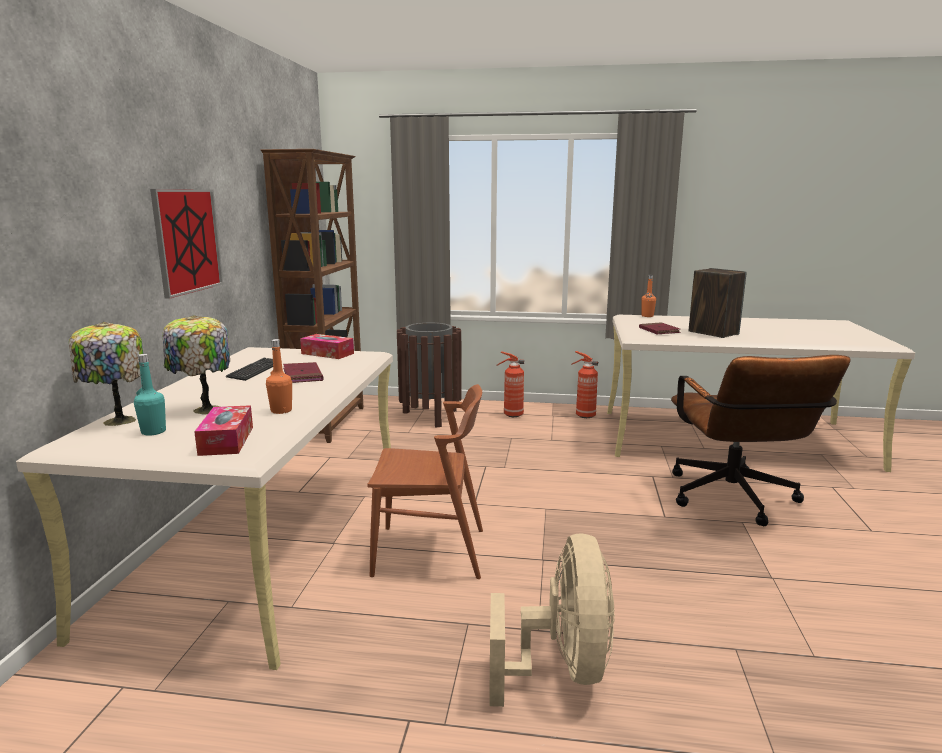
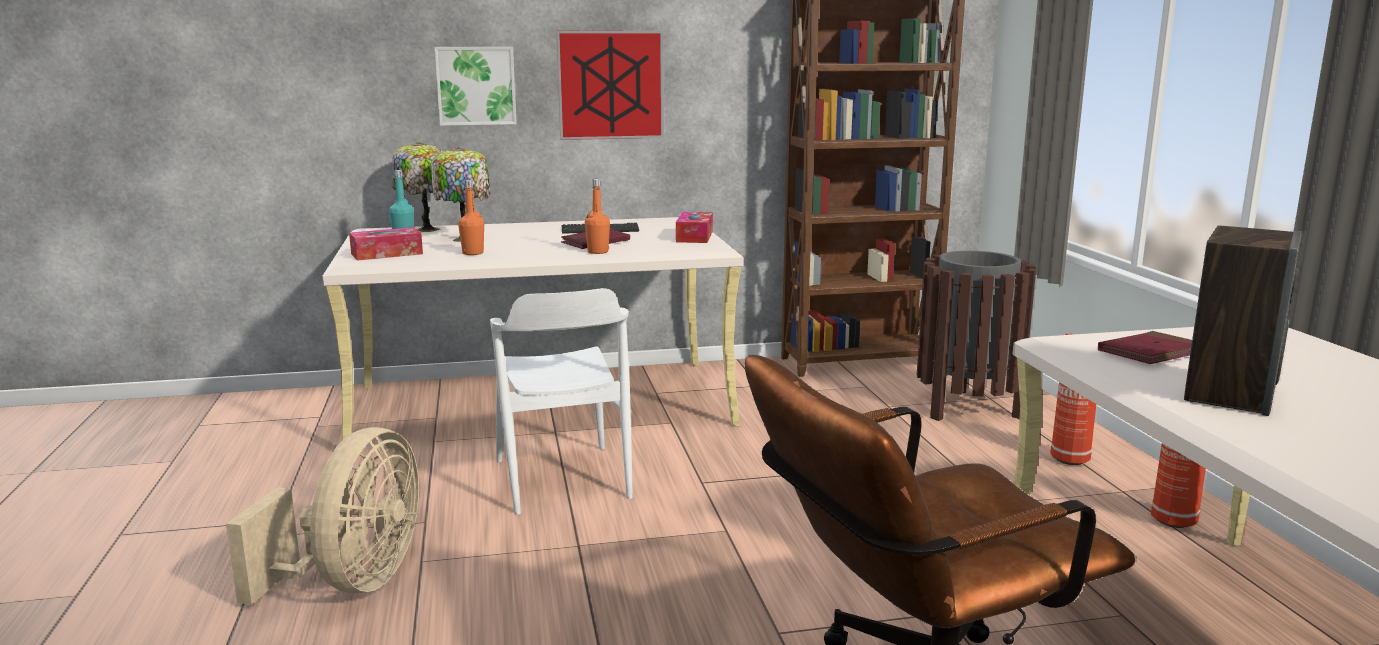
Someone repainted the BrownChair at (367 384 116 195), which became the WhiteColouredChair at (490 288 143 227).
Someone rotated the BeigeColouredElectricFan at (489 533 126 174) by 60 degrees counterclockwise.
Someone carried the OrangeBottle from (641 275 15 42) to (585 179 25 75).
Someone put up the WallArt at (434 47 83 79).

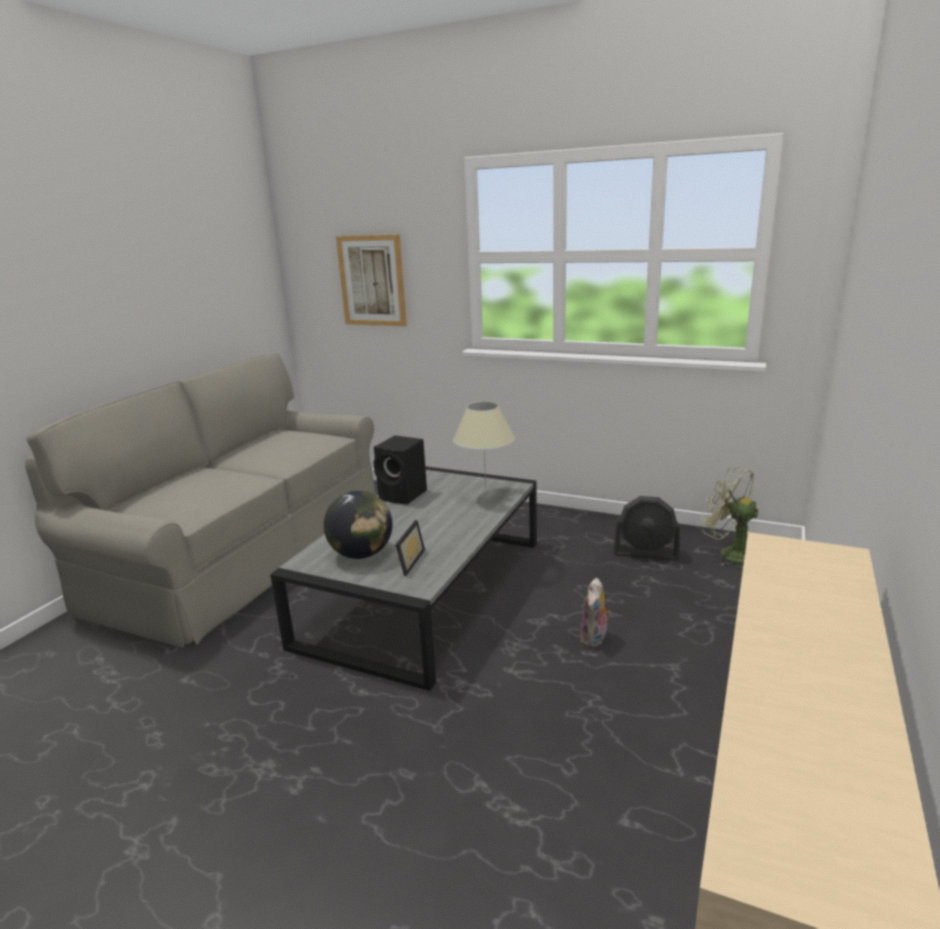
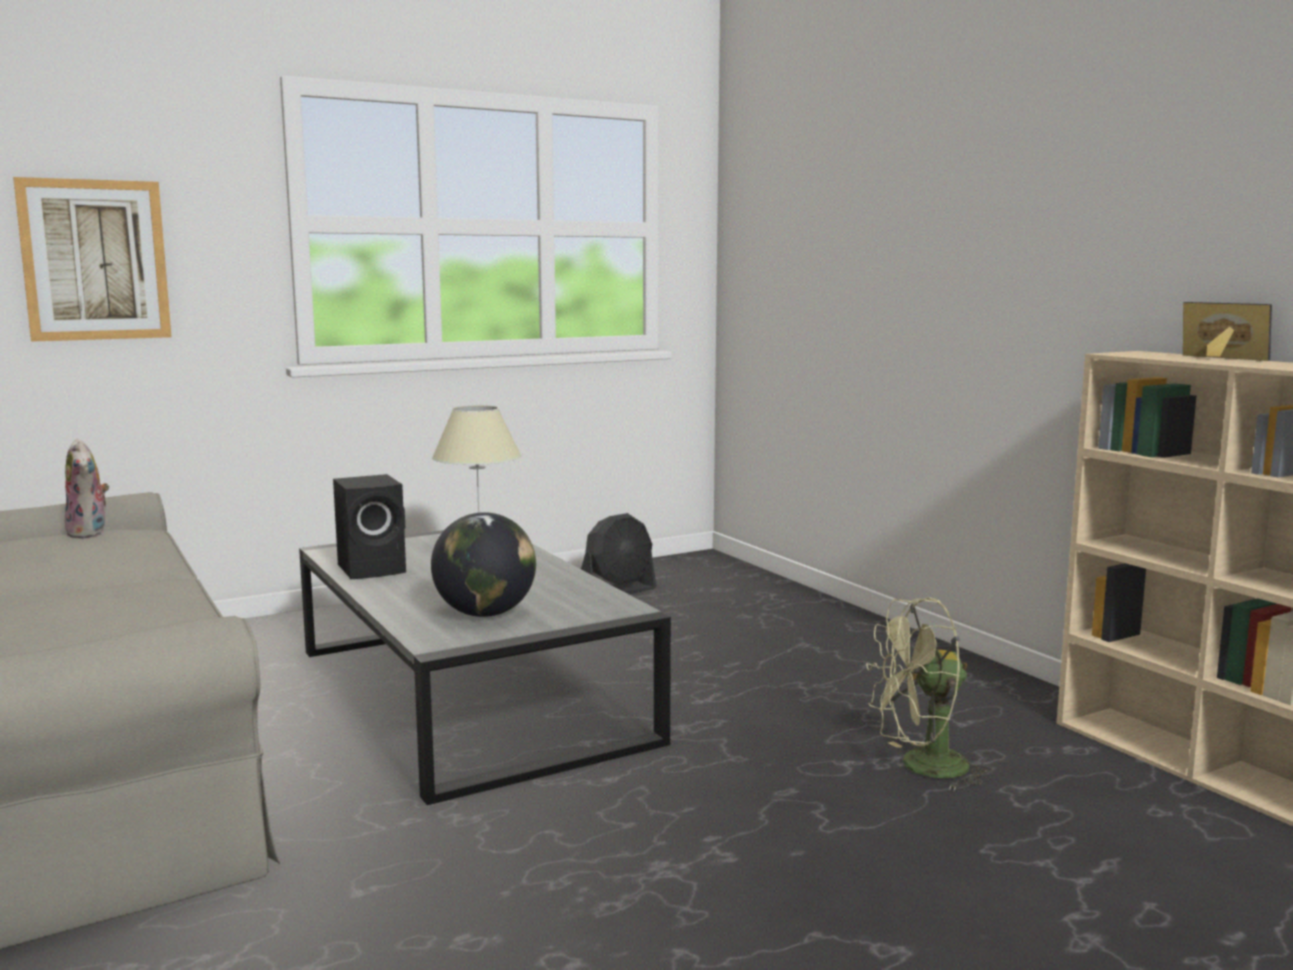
Someone carried the PictureFrame from (395 520 30 56) to (1183 302 89 59).
Someone carried the PlushToy from (580 578 32 69) to (65 439 44 100).
Someone carried the GreenElectricFan from (701 467 58 103) to (866 597 127 194).

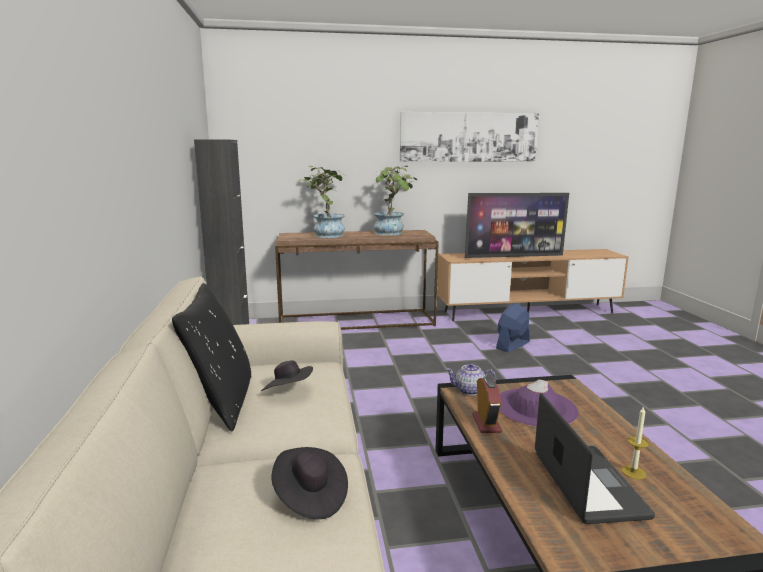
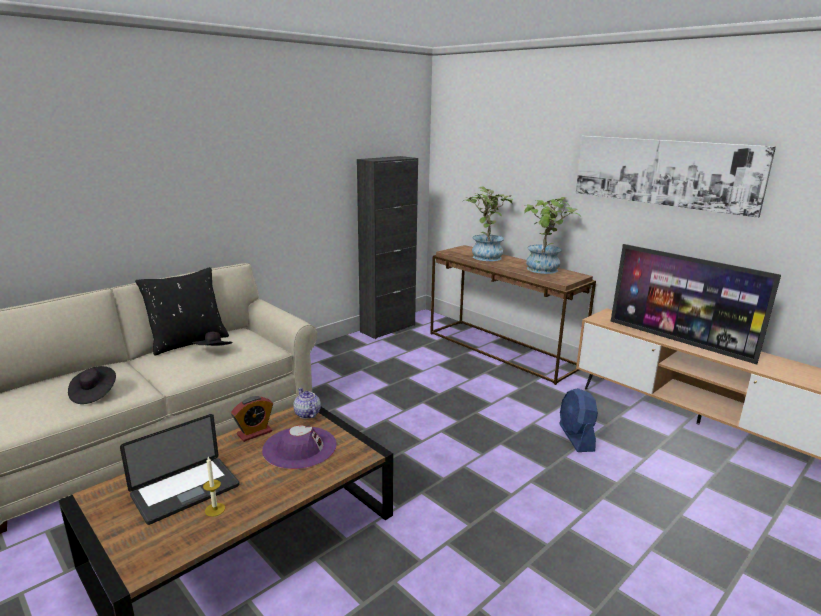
Someone rotated the BluishElectricFan at (496 303 34 49) by 105 degrees counterclockwise.

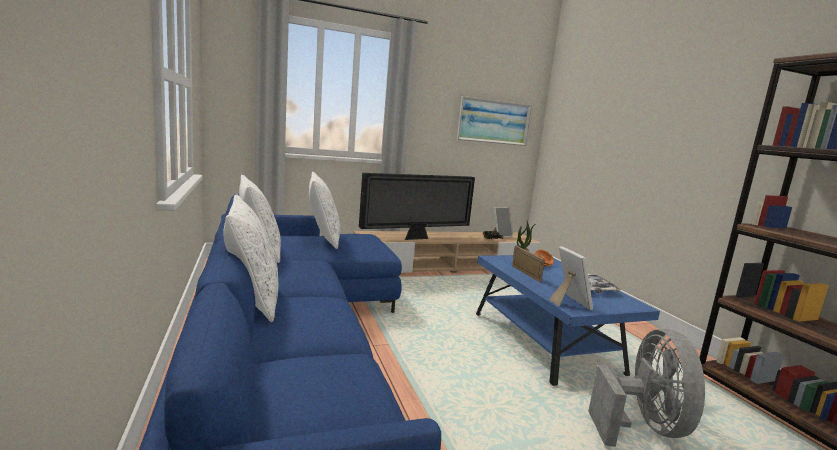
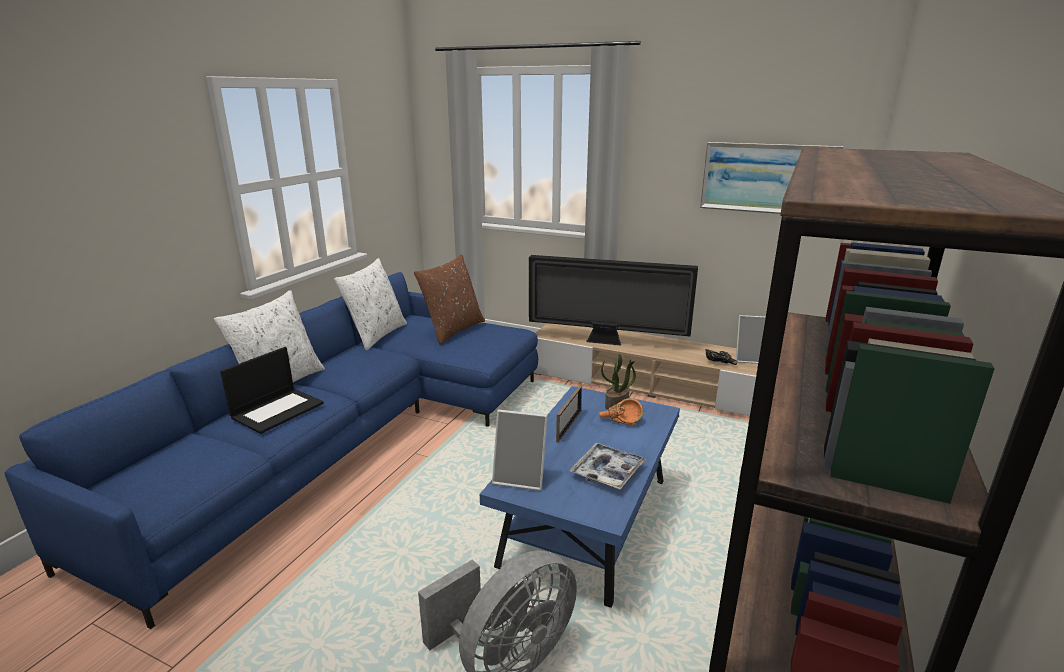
Someone repainted the WhiteColouredPillow at (309 172 31 77), which became the BrownPillow at (414 254 71 91).
Someone rotated the PictureFrame at (549 246 44 64) by 75 degrees clockwise.
Someone put down the PortableComputer at (220 347 104 87).

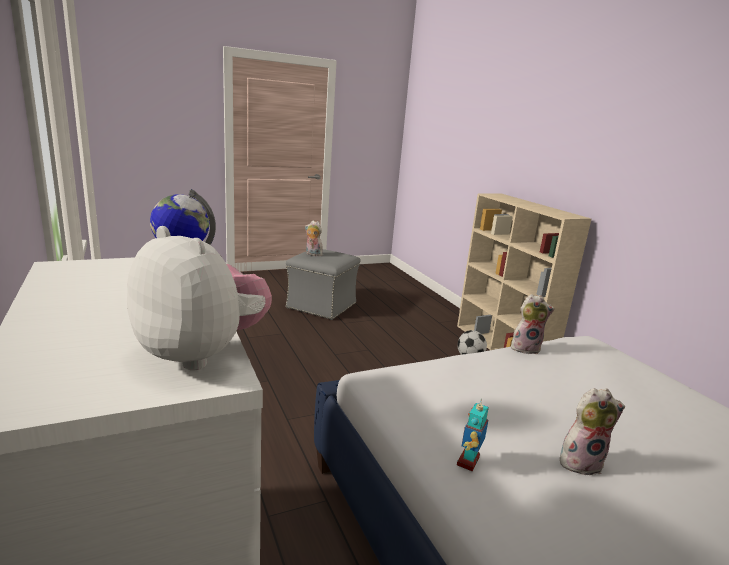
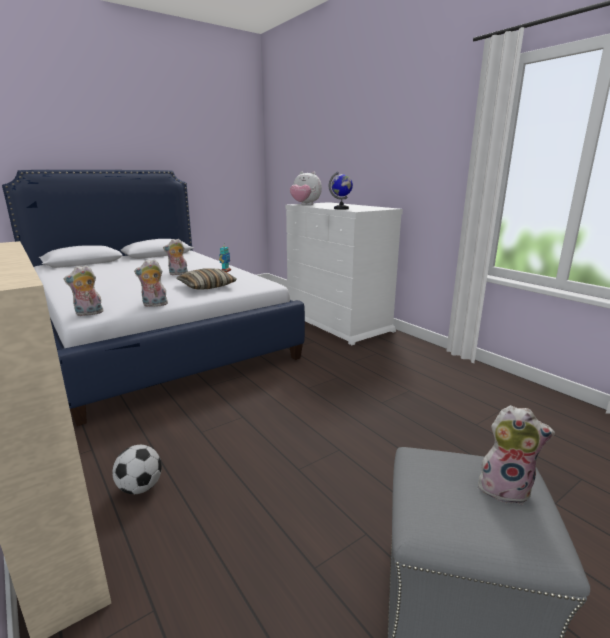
Someone put down the PlushToy at (64 265 39 51).
Someone put down the Pillow at (176 269 61 20).

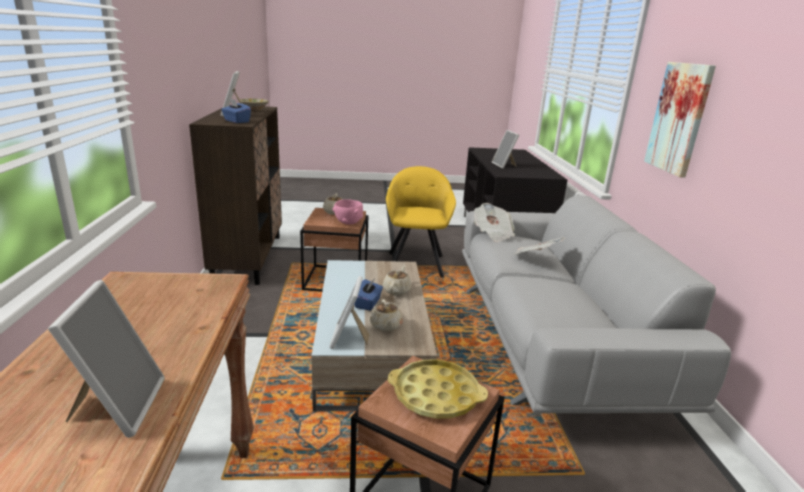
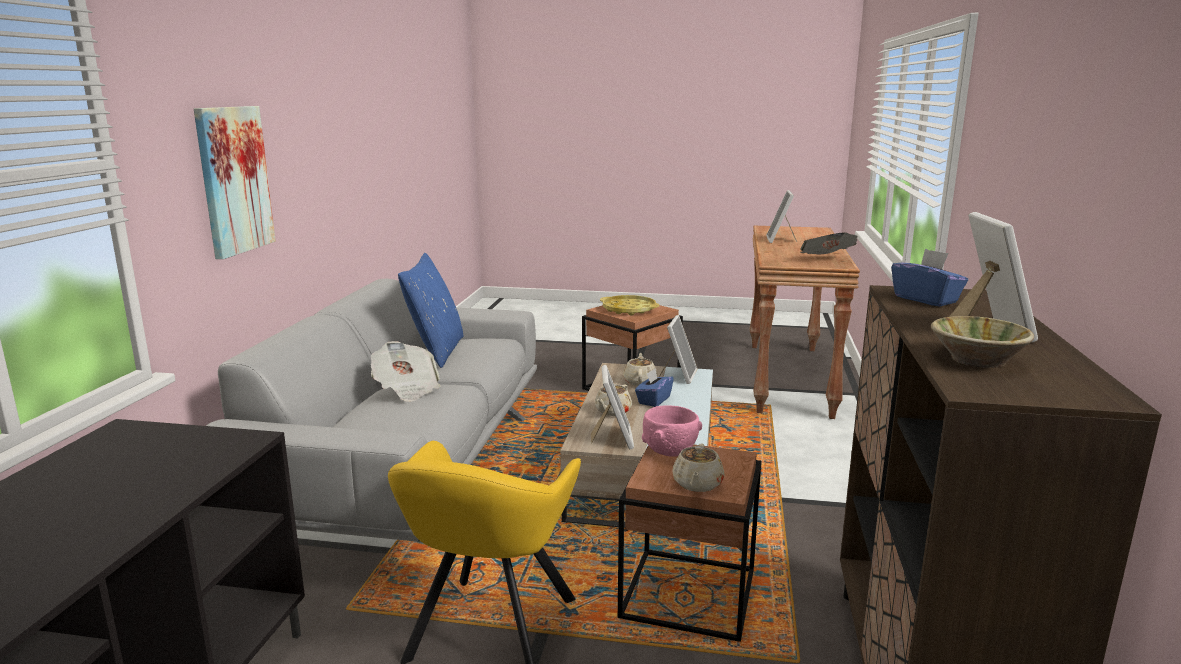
Someone carried the DailyPaper from (474 203 41 39) to (800 232 58 22).
Someone carried the PictureFrame from (492 130 27 39) to (591 365 43 84).
Someone put down the BluishPillow at (398 253 65 115).

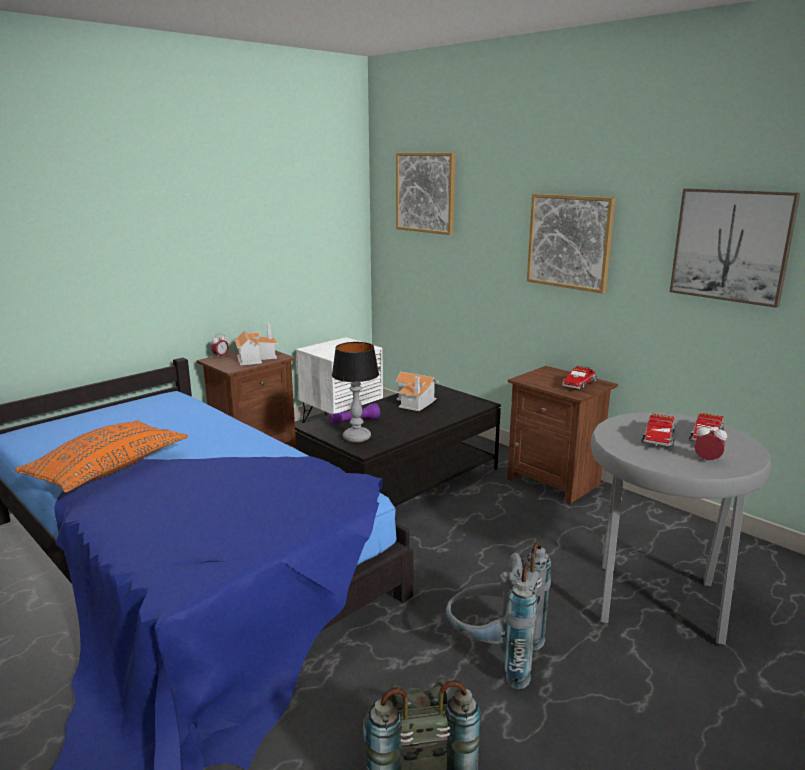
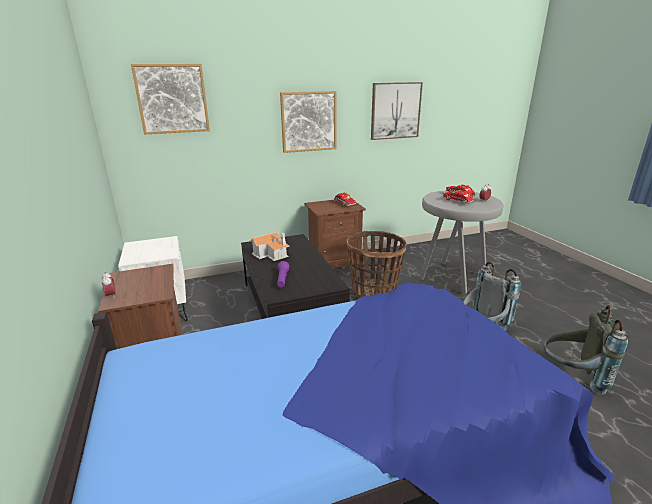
Someone took away the OrangePillow at (15 420 173 73).
Someone took away the MiniatureHouse at (234 323 44 42).
Someone took away the TableLamp at (332 342 47 100).
Someone put down the StorageBasket at (347 231 59 67).

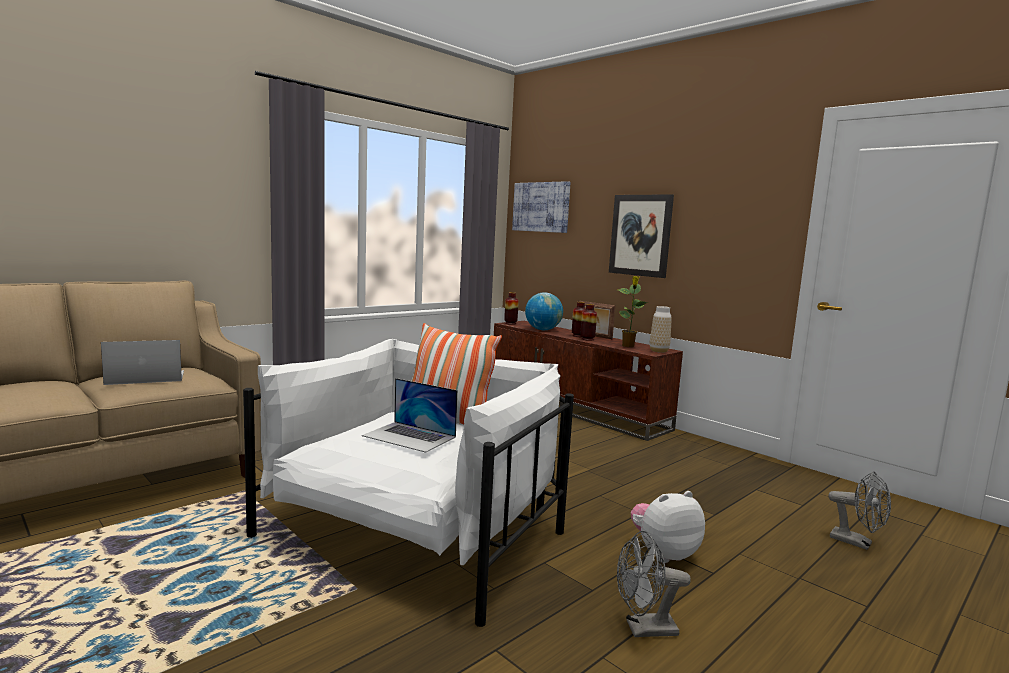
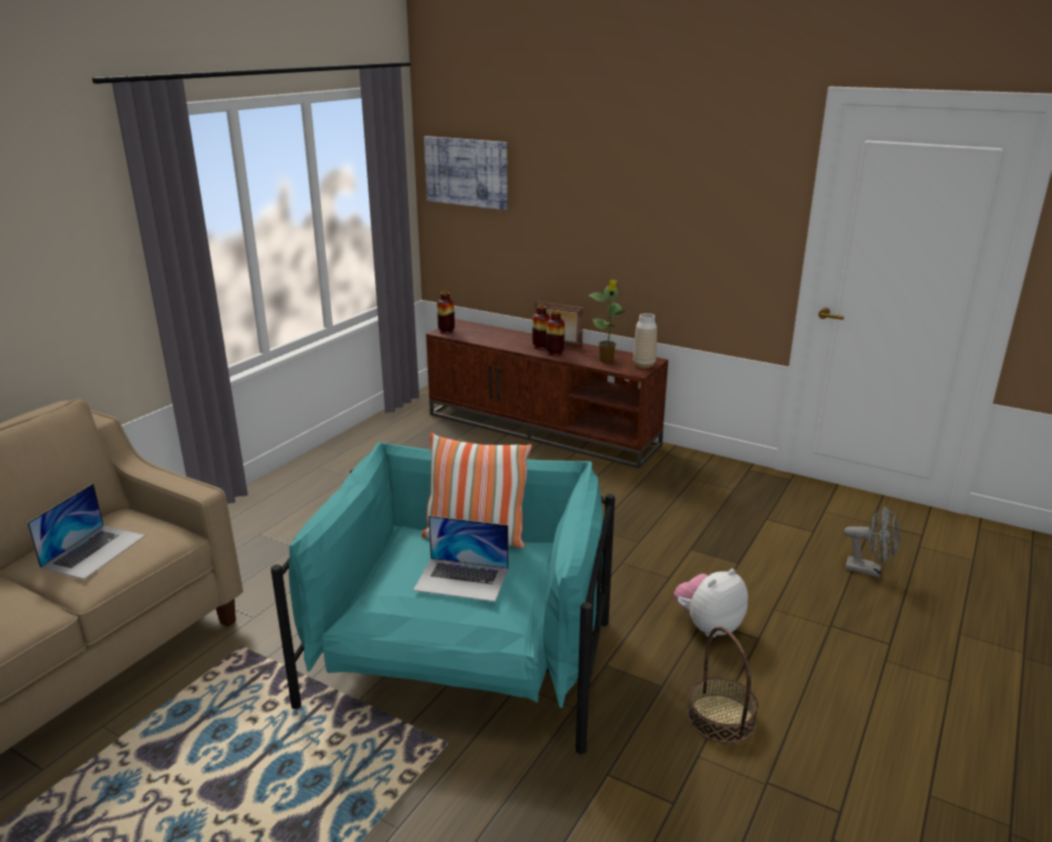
Someone rotated the PortableComputer at (101 340 83 45) by 150 degrees clockwise.
Someone repainted the WhiteColouredLoungeChair at (243 339 331 288), which became the BlueGreenLoungeChair at (271 442 344 312).
Someone took away the WorldGlobe at (525 292 38 38).
Someone took away the WallArt at (609 194 65 84).
Someone swapped the GreyishElectricFan at (617 531 74 106) for the StorageBasket at (687 627 71 117).

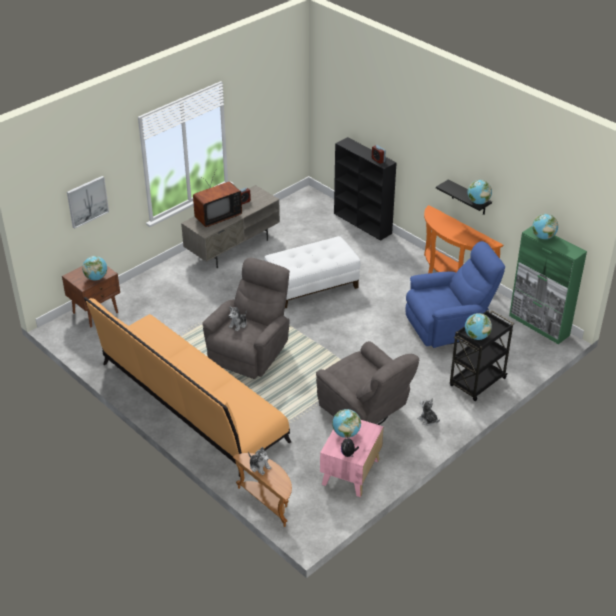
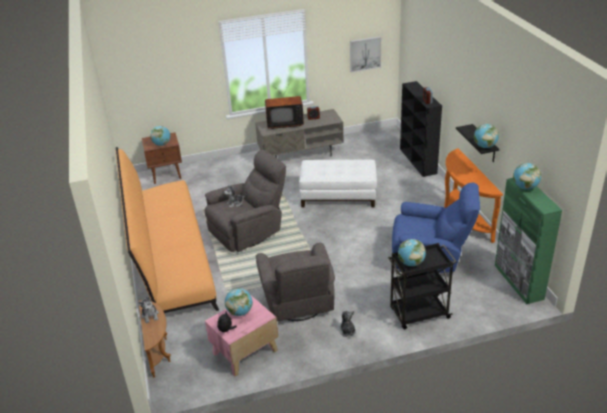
Someone carried the WallArt from (67 176 42 53) to (350 36 31 36).

